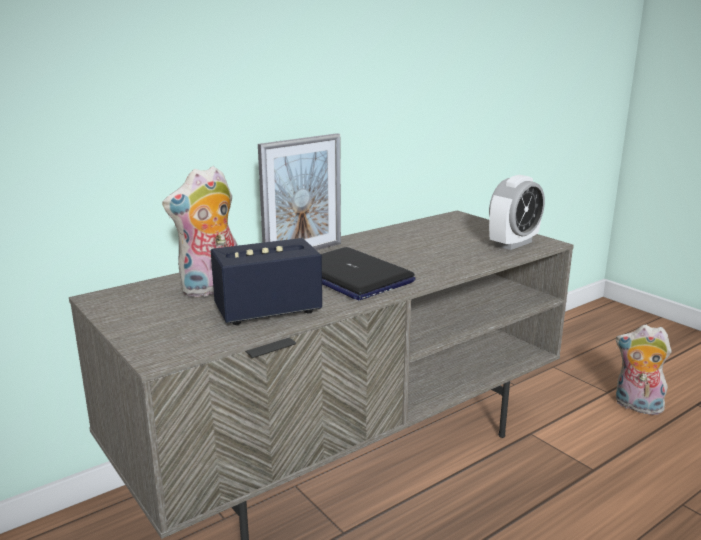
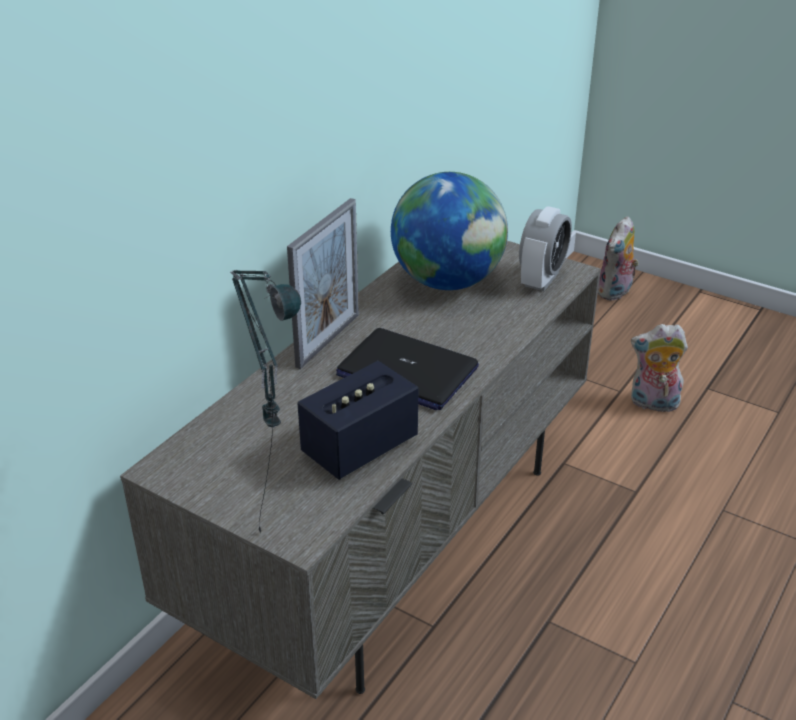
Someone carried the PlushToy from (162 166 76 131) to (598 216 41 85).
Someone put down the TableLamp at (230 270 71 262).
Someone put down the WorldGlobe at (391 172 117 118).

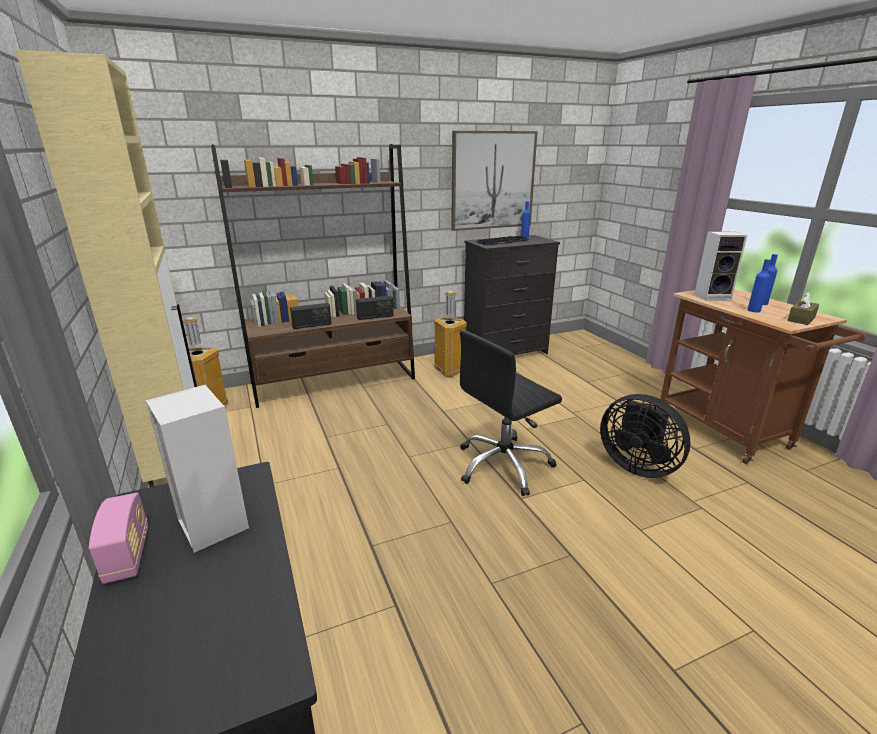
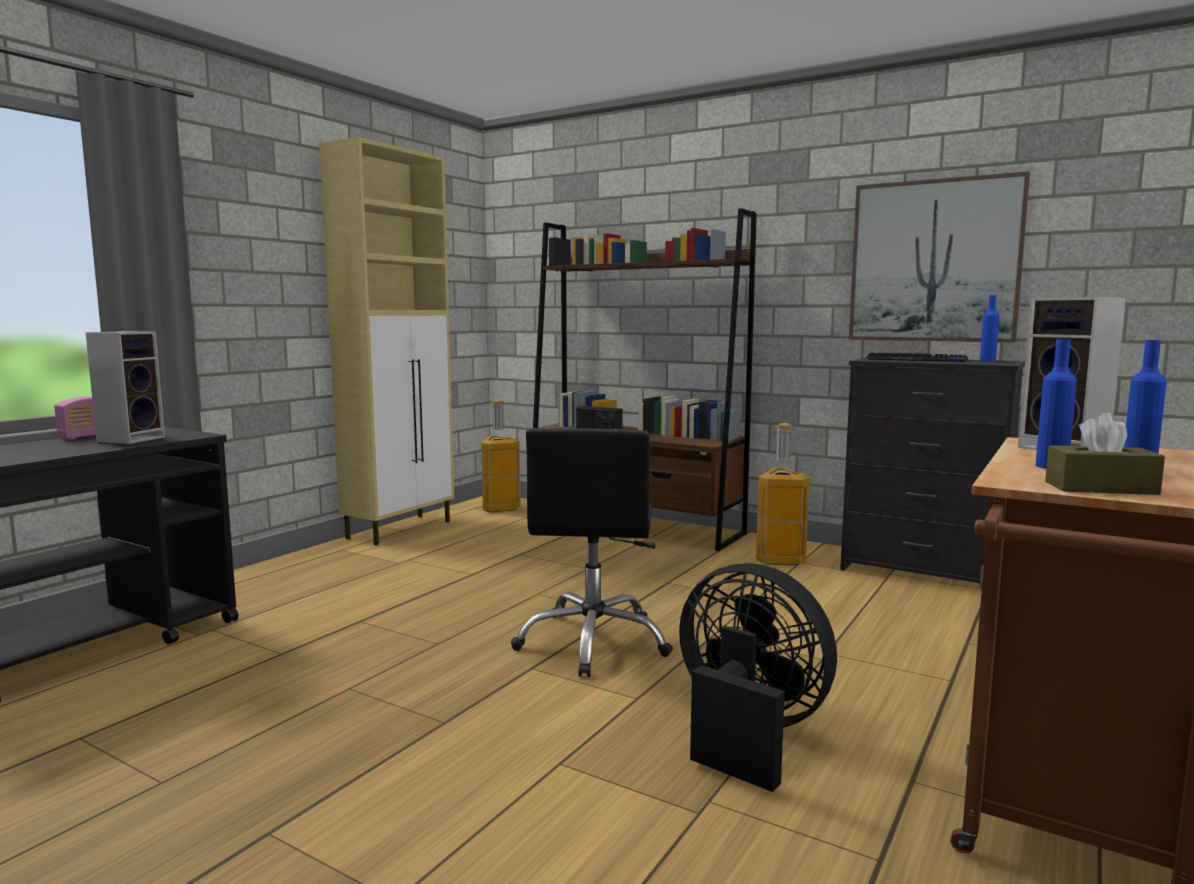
Someone took away the RadioReceiver at (356 296 38 24).
Someone rotated the BlackishOfficeChair at (460 330 102 166) by 105 degrees counterclockwise.
Someone rotated the BlackishElectricFan at (600 394 91 84) by 120 degrees clockwise.

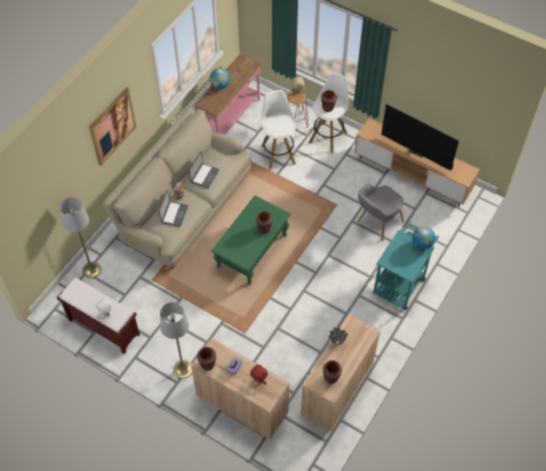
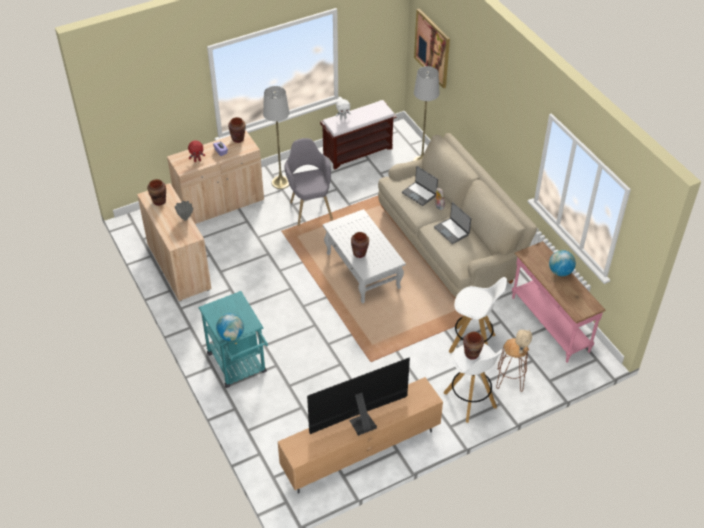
Someone carried the WallArt from (89 87 47 78) to (414 9 36 79).
Someone repainted the GreenLowTable at (211 195 80 90), which became the WhiteColouredLowTable at (323 209 83 95).
Someone carried the GreyishLoungeChair from (357 183 47 58) to (284 138 49 88).

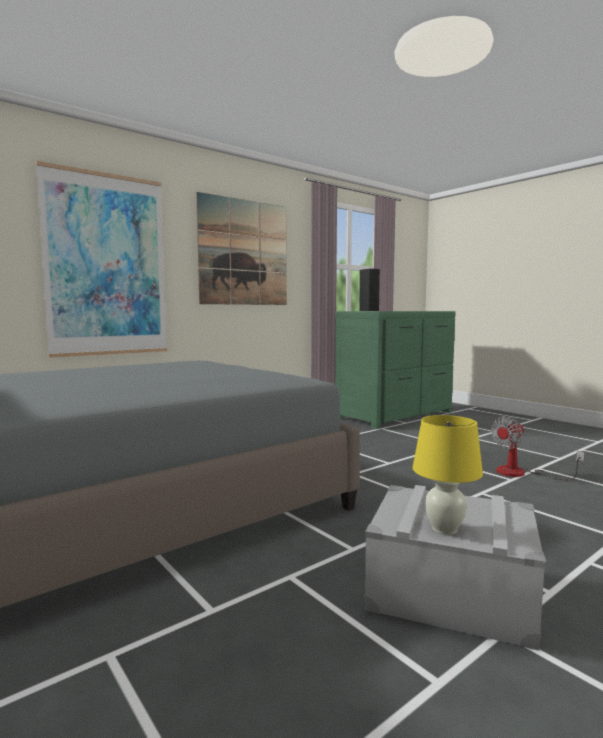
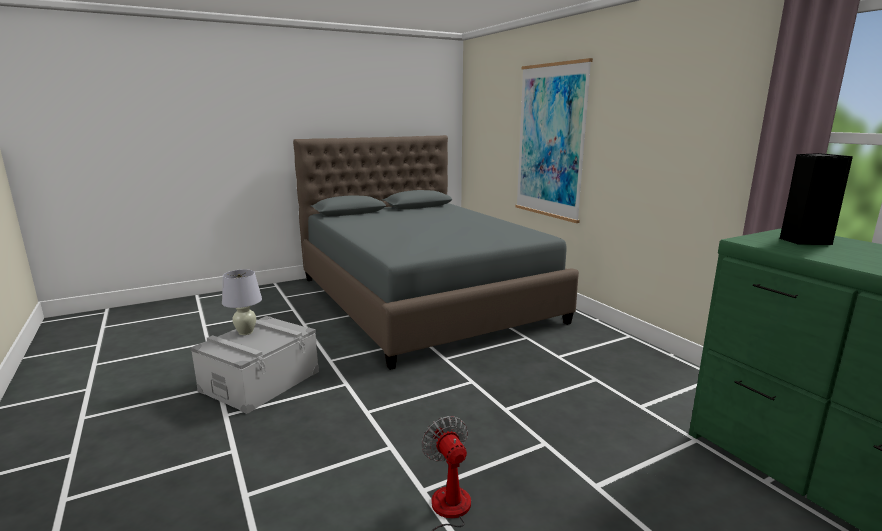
Someone took away the WallArt at (196 192 91 113).
Someone repainted the YellowishTableLamp at (413 415 70 120), which became the WhiteColouredTableLamp at (222 269 40 66).

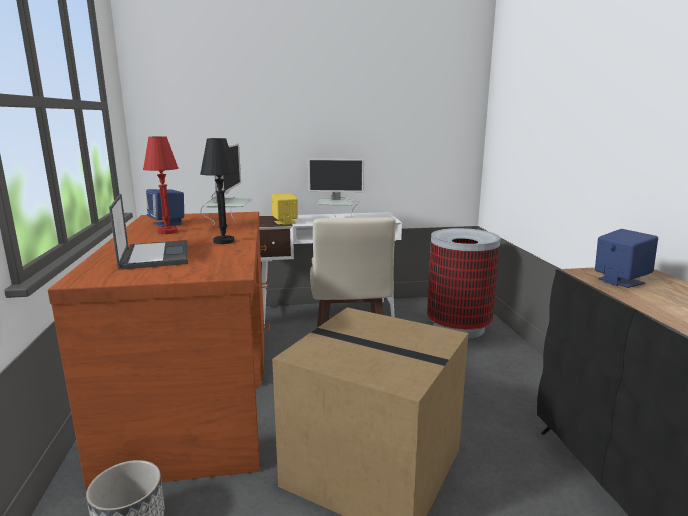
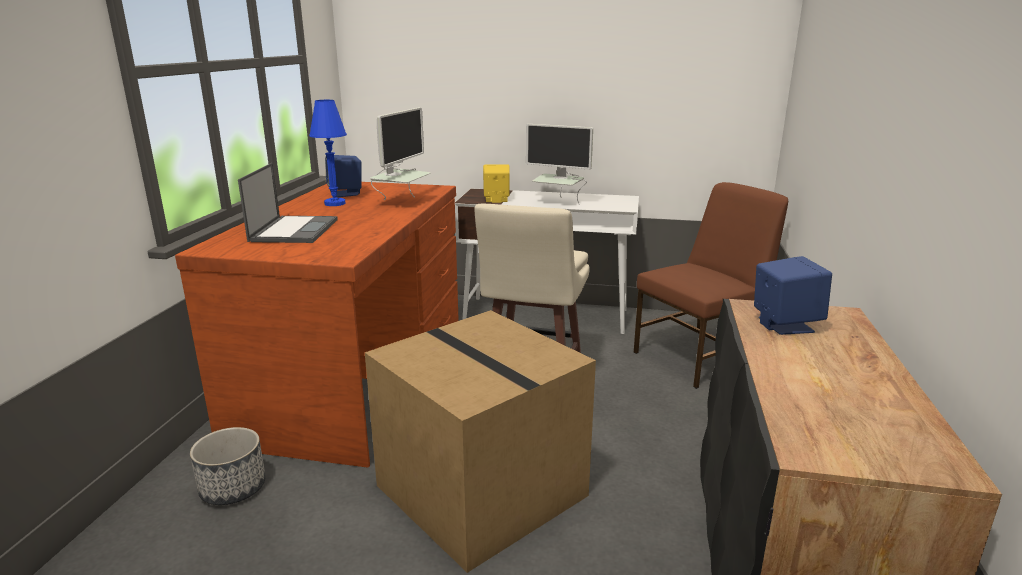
Someone repainted the ReddishTableLamp at (143 136 36 98), which became the BluishTableLamp at (309 100 38 106).
Someone took away the BlackishTableLamp at (200 138 38 106).
Someone swapped the WasteBin at (427 228 74 111) for the BrownChair at (634 182 154 207).

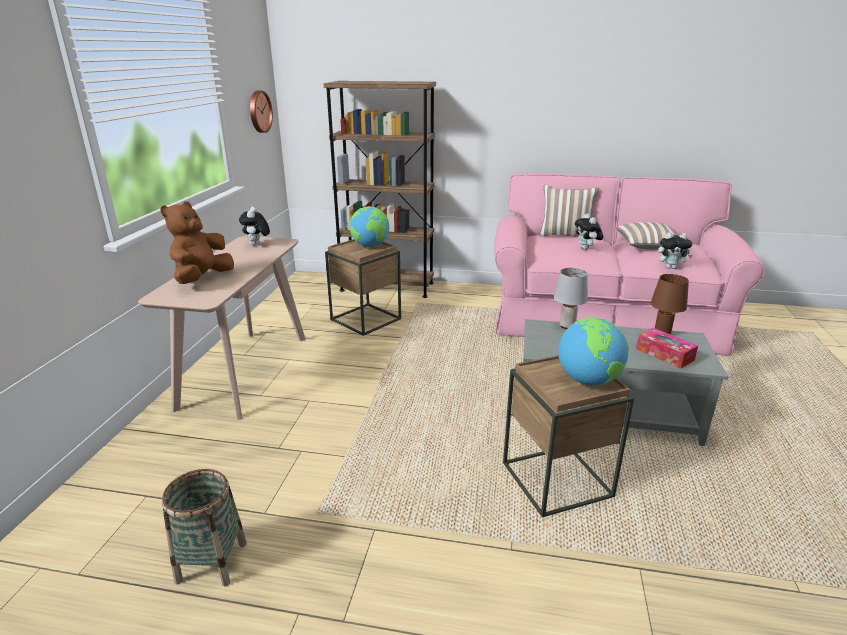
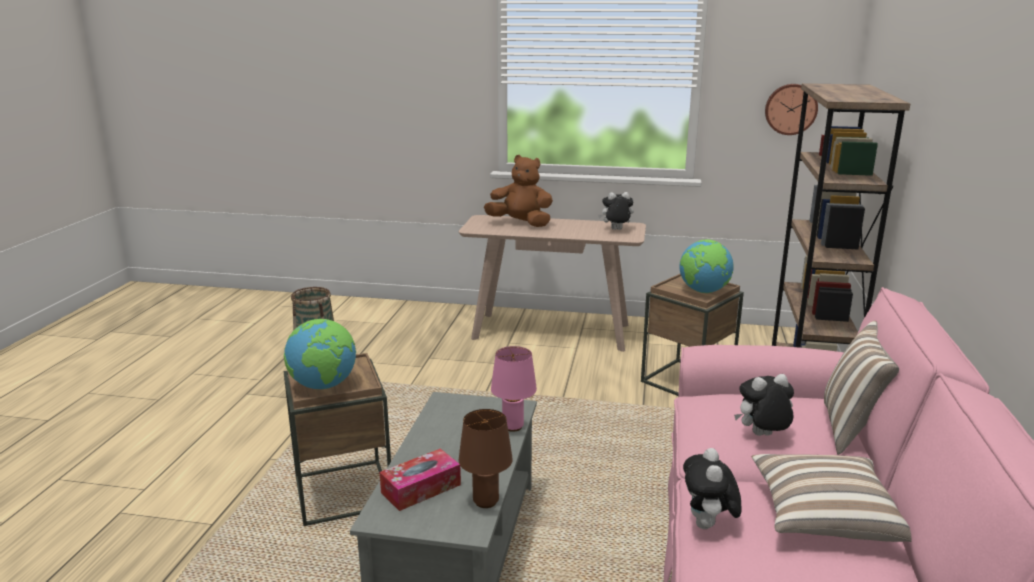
Someone repainted the GreyishTableLamp at (554 268 34 61), which became the PinkTableLamp at (491 346 46 86).

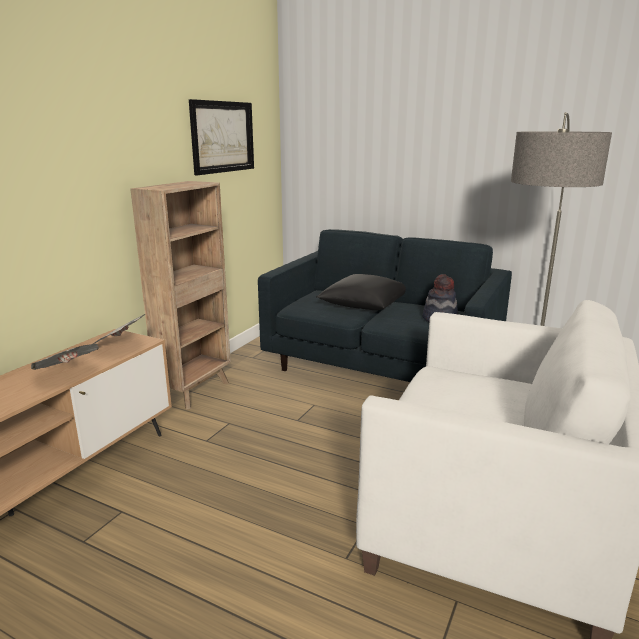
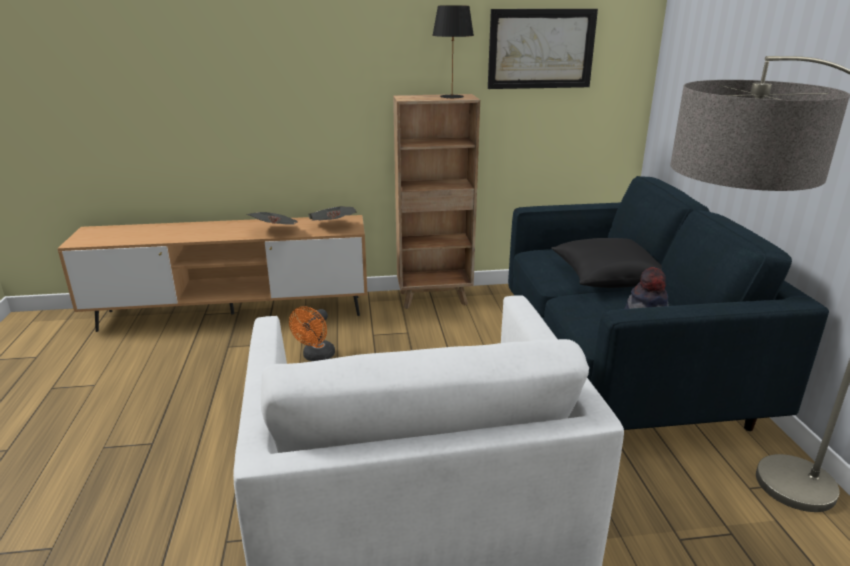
Someone put down the OrangeElectricFan at (289 306 46 55).
Someone put down the BlackishTableLamp at (432 6 42 92).

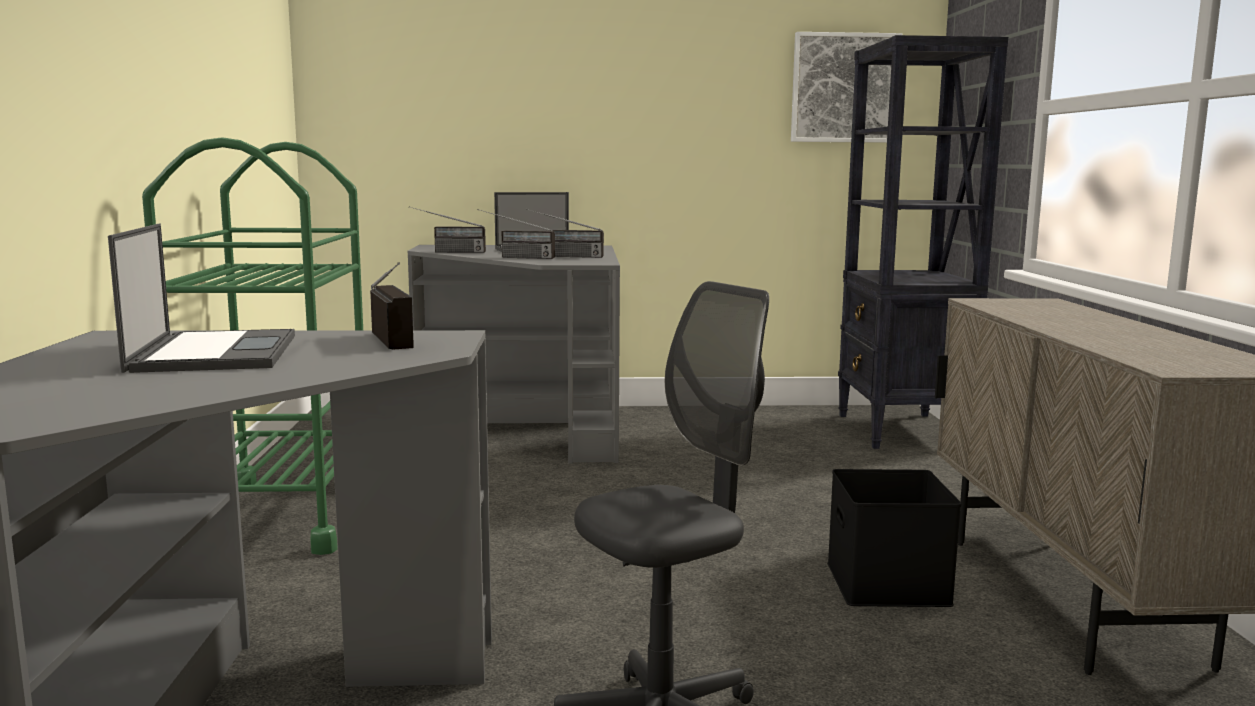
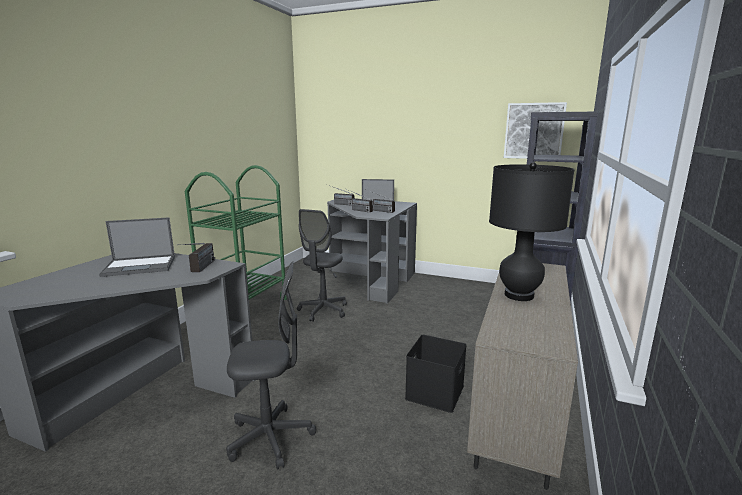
Someone rotated the PortableComputer at (108 224 187 149) by 60 degrees clockwise.
Someone put down the GreyishOfficeChair at (297 209 50 113).
Someone put down the BlackishTableLamp at (489 162 86 139).

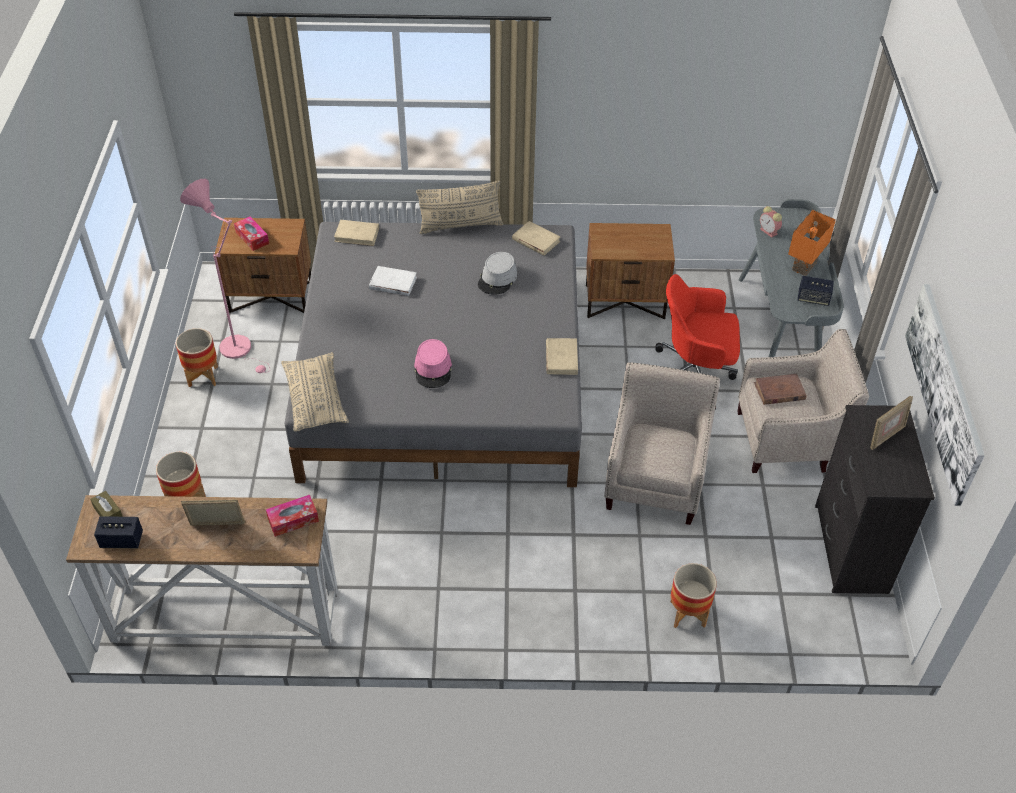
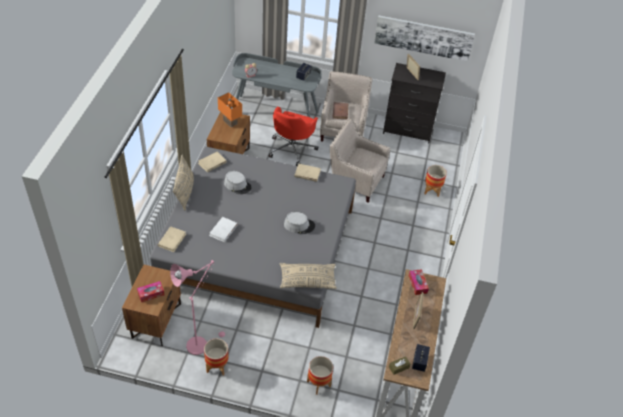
Someone repainted the PinkClothingHat at (414 339 38 49), which became the GreyishClothingHat at (284 212 31 22).
Someone carried the OrangeTableLamp from (788 210 48 66) to (218 92 24 35).

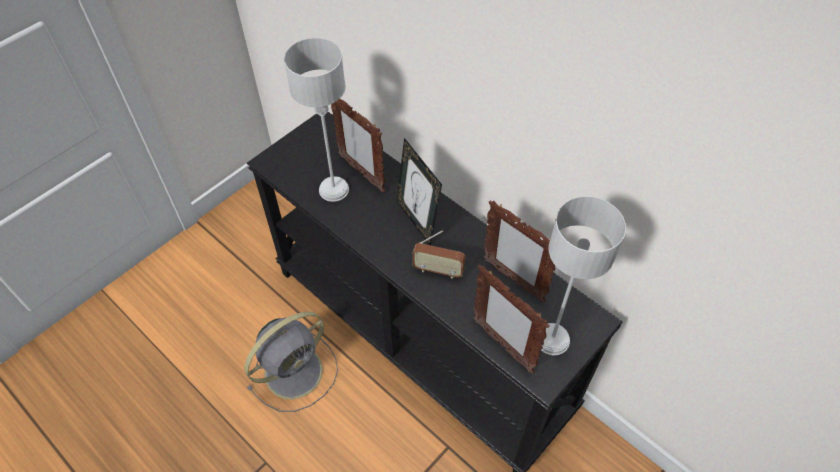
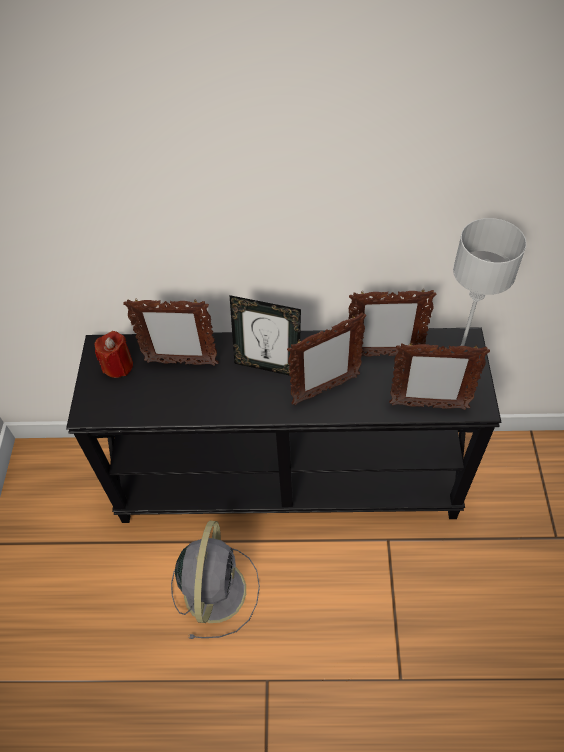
Someone took away the GreyishTableLamp at (284 38 65 164).
Someone swapped the RadioReceiver at (413 230 52 49) for the PictureFrame at (287 312 79 93).
Someone put down the ReddishCandle at (95 331 38 47).

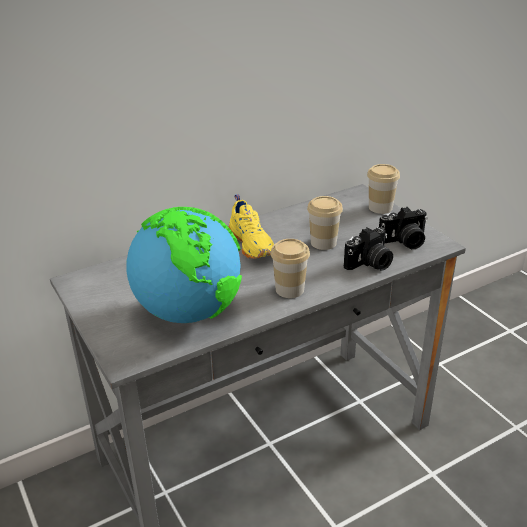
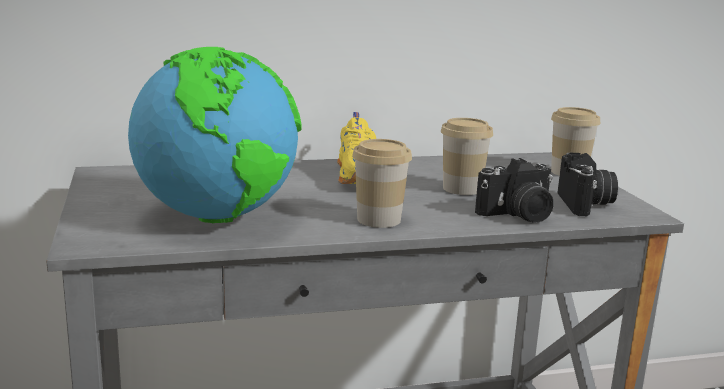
Someone rotated the PhotoCamera at (379 207 48 42) by 90 degrees counterclockwise.

